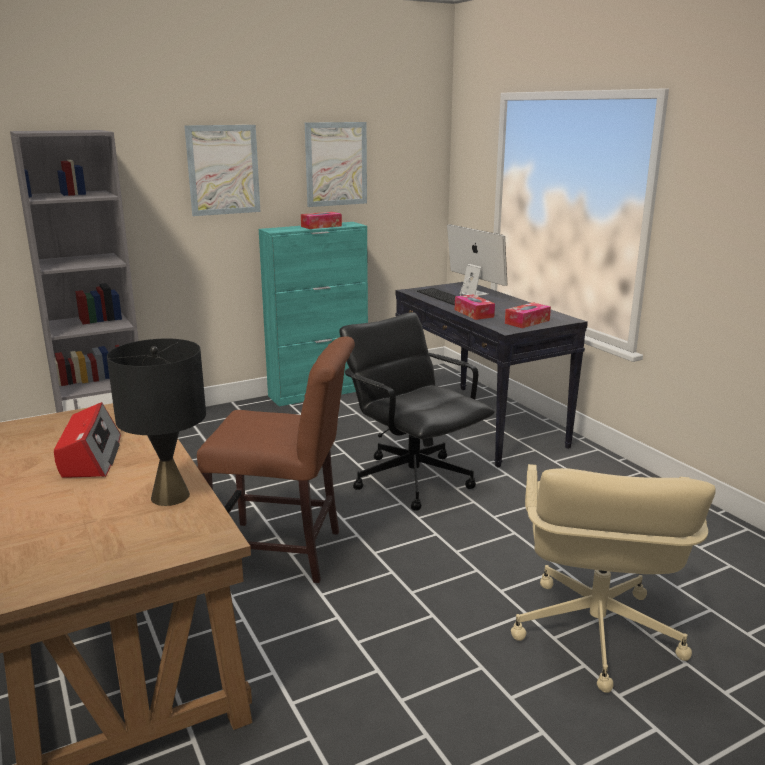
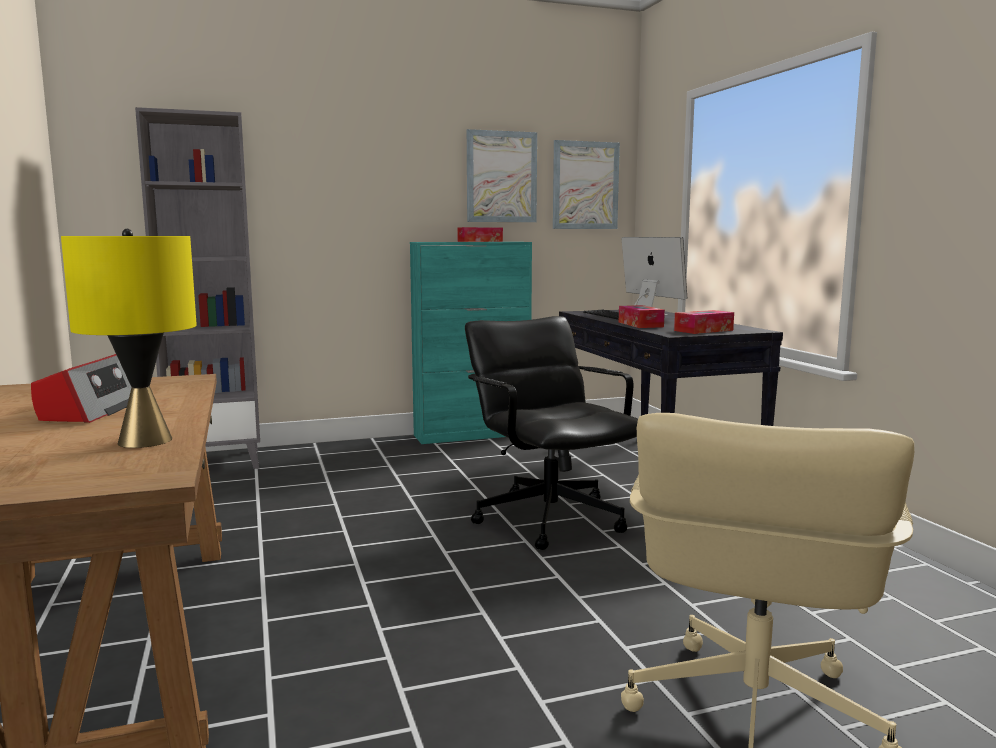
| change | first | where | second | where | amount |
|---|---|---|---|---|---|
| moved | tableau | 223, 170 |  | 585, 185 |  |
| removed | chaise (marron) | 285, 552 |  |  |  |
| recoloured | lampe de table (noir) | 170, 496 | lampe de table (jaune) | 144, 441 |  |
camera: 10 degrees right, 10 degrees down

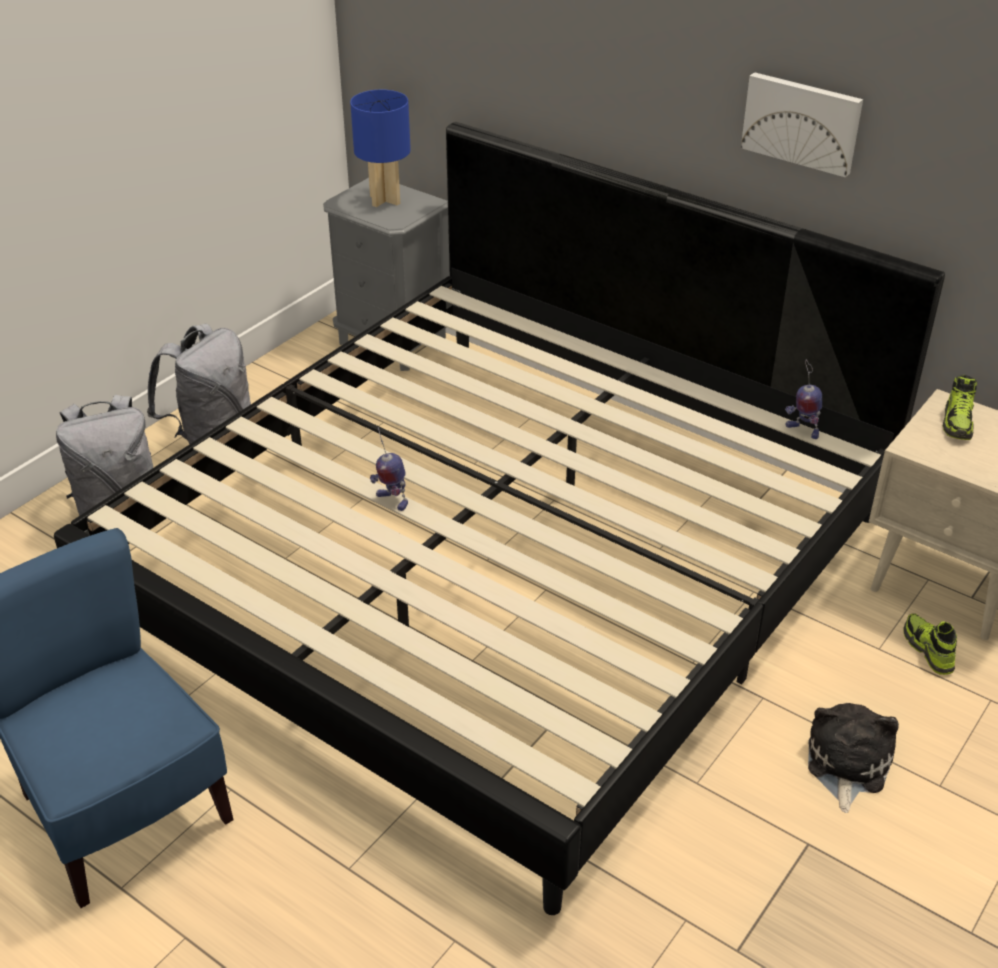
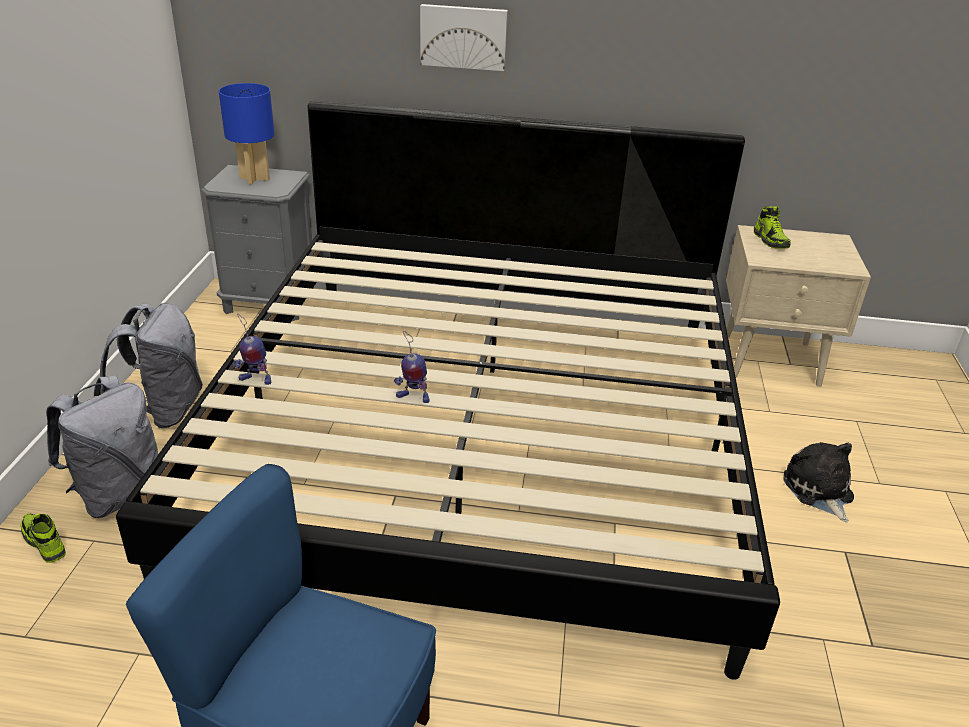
| change | first | where | second | where | amount |
|---|---|---|---|---|---|
| moved | tableau | 802, 122 |  | 464, 37 |  |
| moved | robot jouet | 802, 430 |  | 255, 380 |  |
| moved | chaussure | 927, 650 |  | 44, 543 |  |
camera: 30 degrees left, 5 degrees down

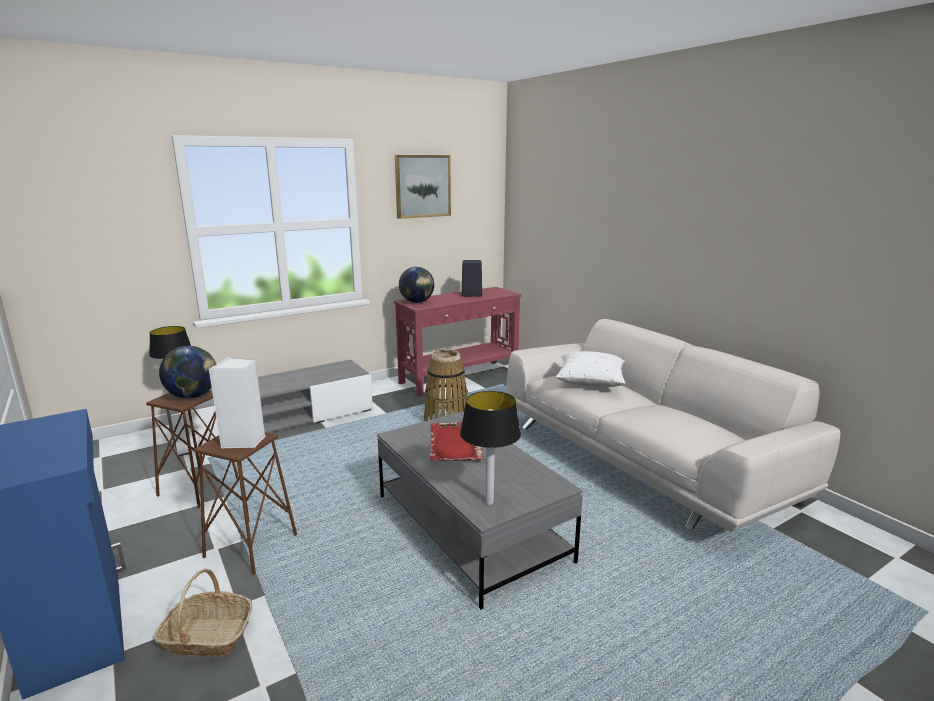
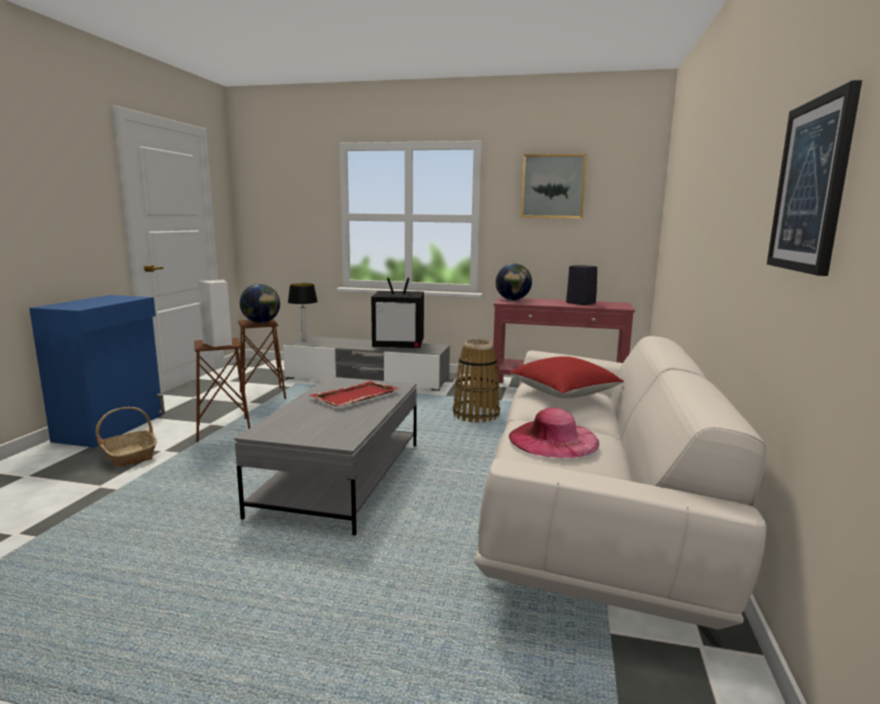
| change | first | where | second | where | amount |
|---|---|---|---|---|---|
| recoloured | coussin (blanc) | 590, 382 | coussin (rouge) | 564, 393 |  |
| removed | lampe de table | 489, 502 |  |  |  |
| added |  |  | tableau | 811, 186 |  |
| added |  |  | téléviseur | 399, 346 |  |
| added |  |  | chapeau (rose) | 553, 439 |  |
camera: 45 degrees right, 5 degrees down

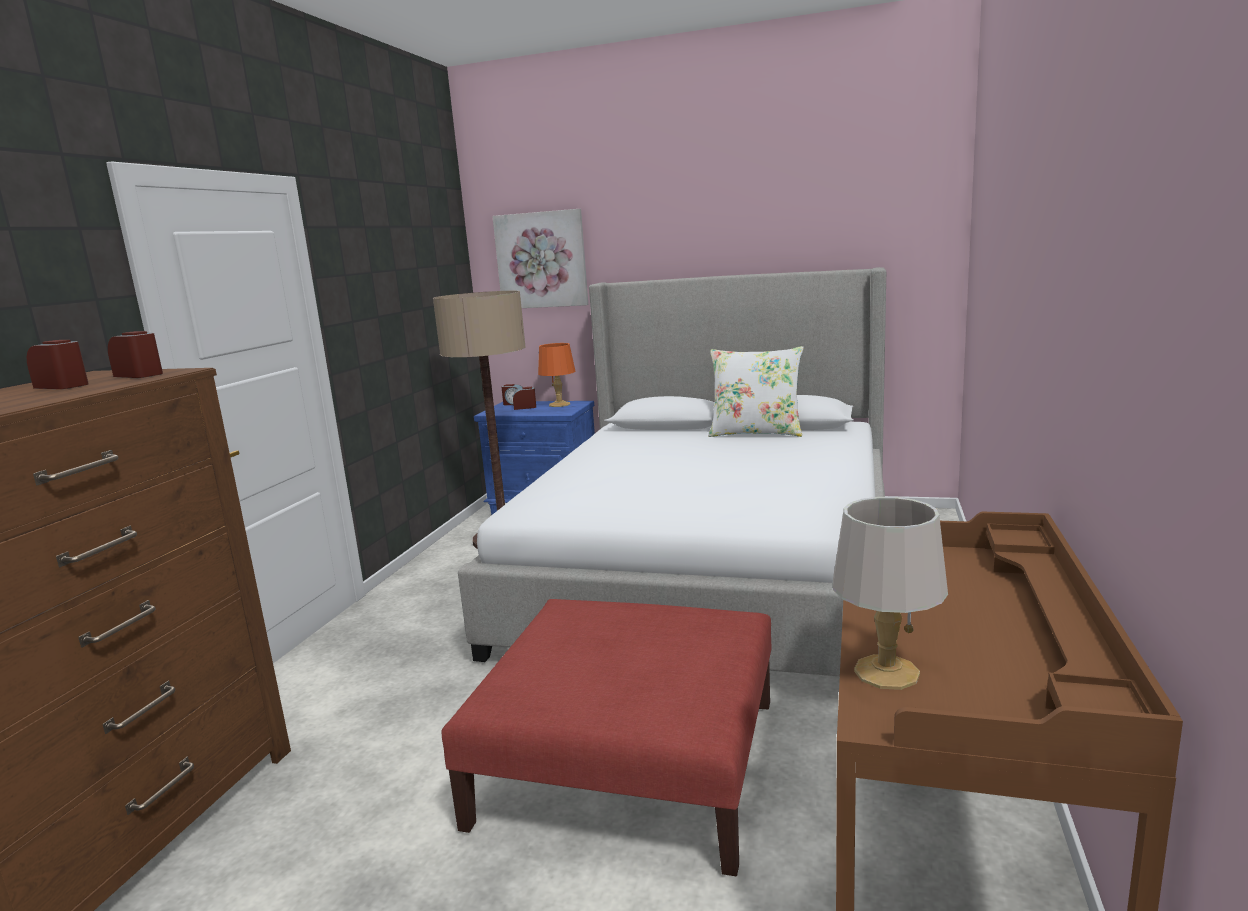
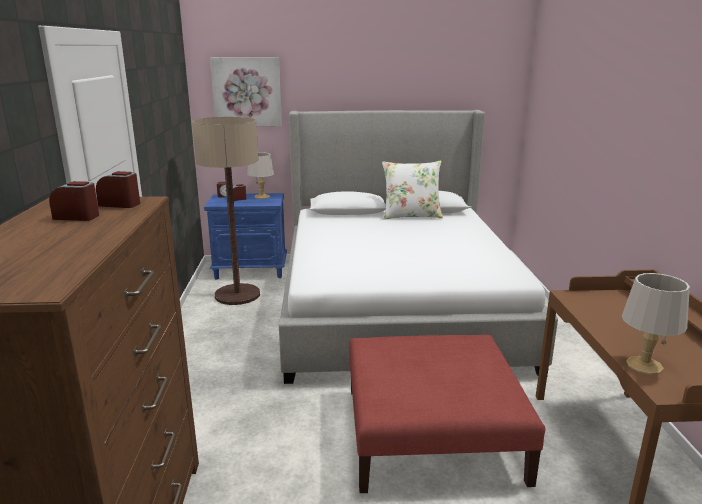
| change | first | where | second | where | amount |
|---|---|---|---|---|---|
| recoloured | lampe de table (orange) | 559, 404 | lampe de table (gris) | 262, 196 |  |
camera: 20 degrees left, 5 degrees up

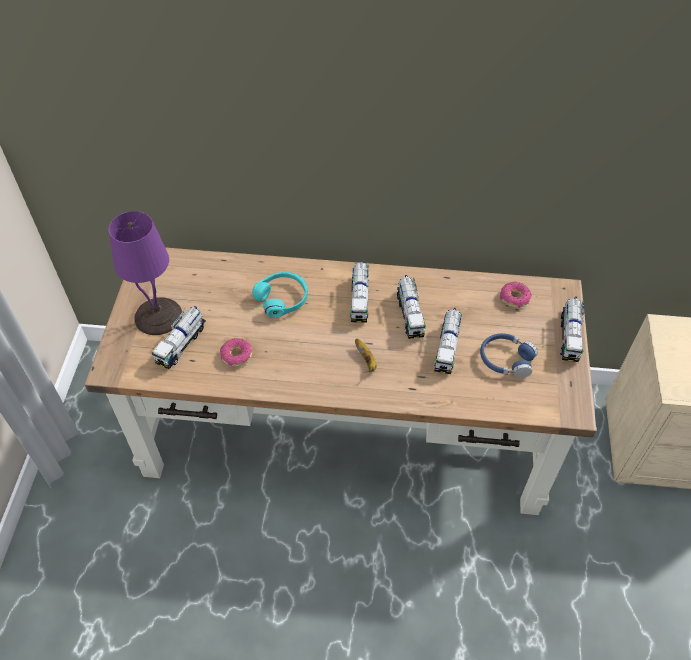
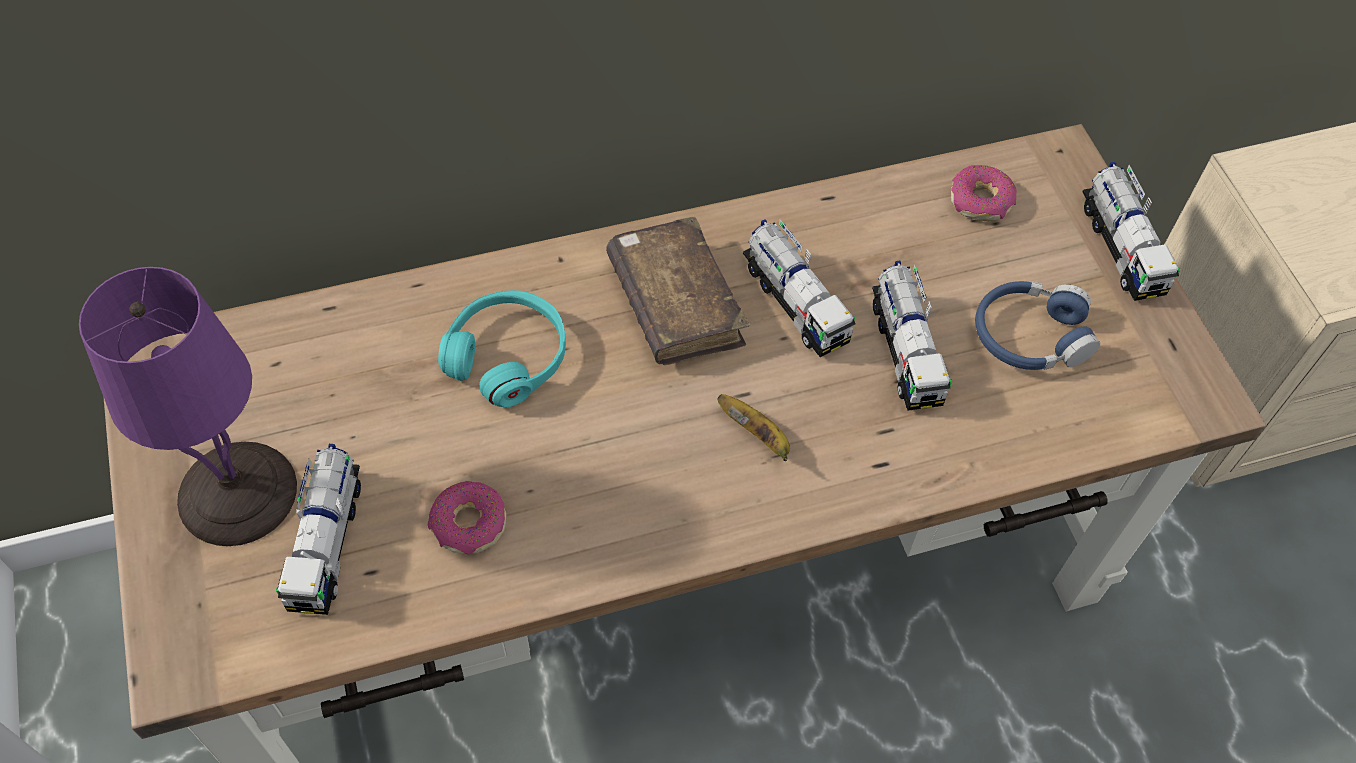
| change | first | where | second | where | amount |
|---|---|---|---|---|---|
| replaced | camion jouet | 359, 299 | livre (marron) | 675, 303 |  |
camera: 25 degrees left, 5 degrees up

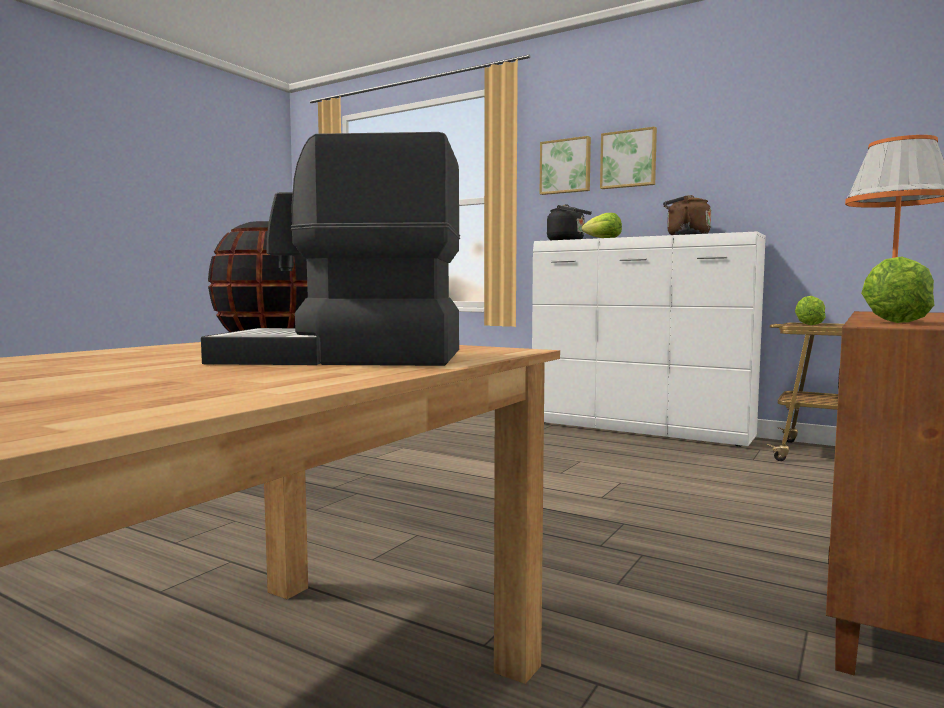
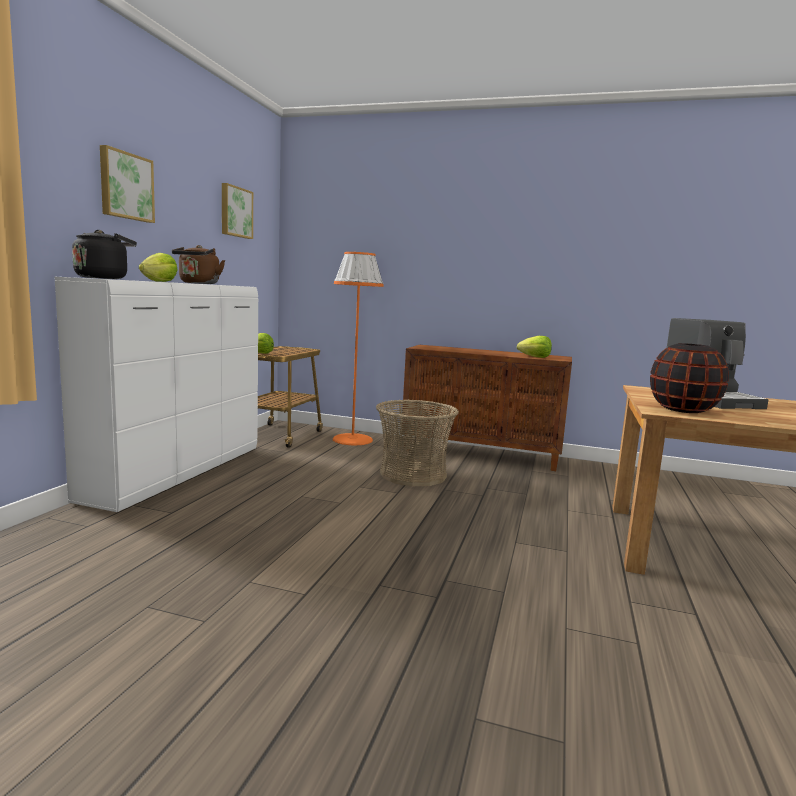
| change | first | where | second | where | amount |
|---|---|---|---|---|---|
| moved | tableau | 565, 166 |  | 235, 212 |  |
| added |  |  | panier | 413, 475 |  |
camera: 105 degrees left, 5 degrees up

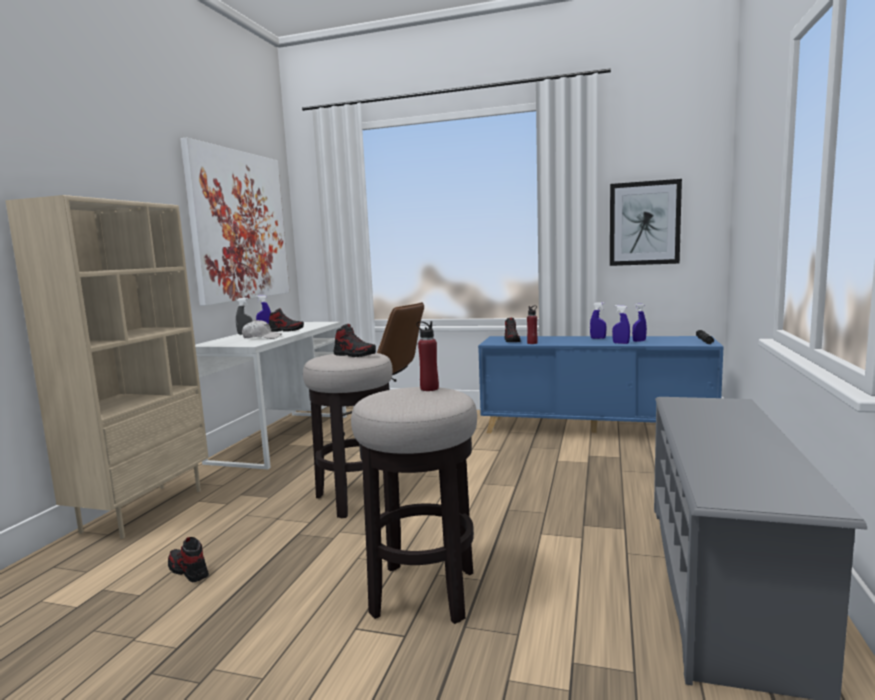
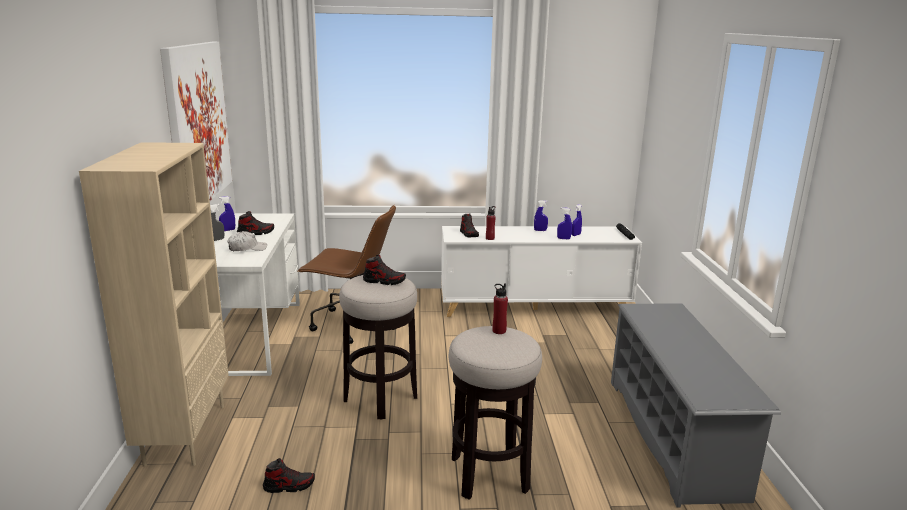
| change | first | where | second | where | amount |
|---|---|---|---|---|---|
| removed | tableau | 644, 223 |  |  |  |
| recoloured | meuble de rangement (bleu) | 594, 430 | meuble de rangement (blanc) | 534, 307 |  |
| turned | chaussure | 188, 571 |  | 289, 486 | 150 degrees clockwise |
camera: 20 degrees left, 10 degrees up

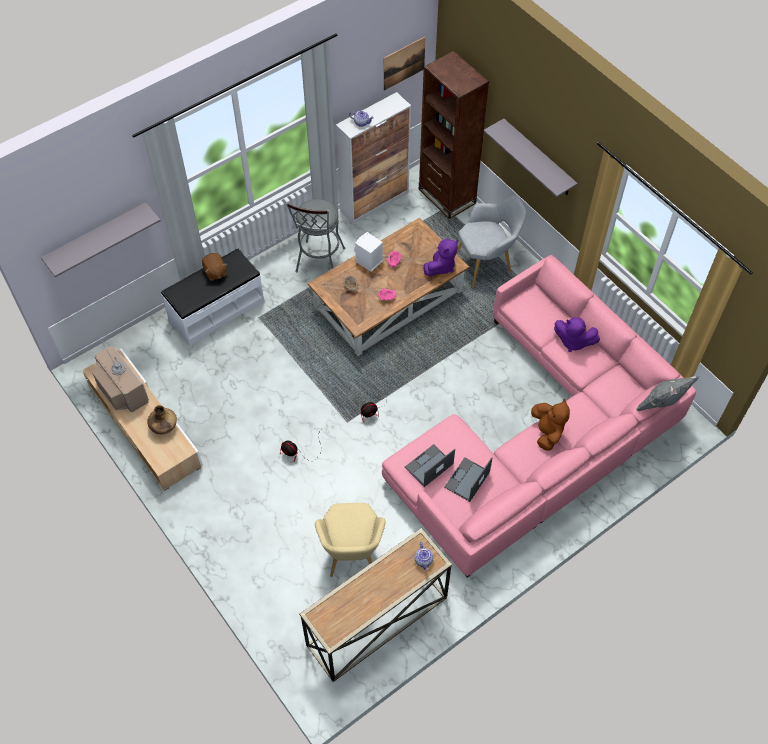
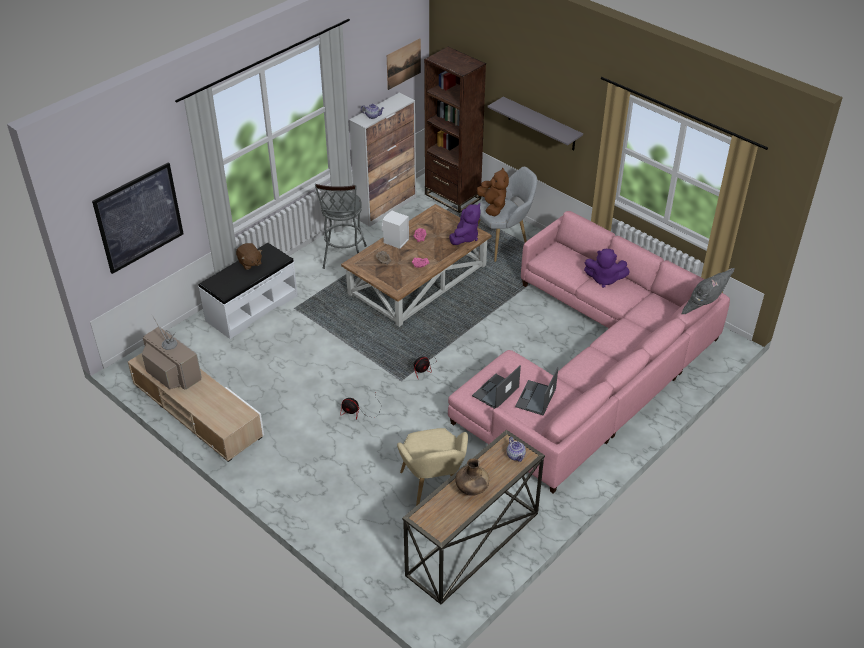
| change | first | where | second | where | amount |
|---|---|---|---|---|---|
| replaced | étagère (gris) | 97, 237 | tableau | 139, 217 |  |
| moved | peluche (marron) | 547, 432 |  | 493, 206 |  |
| moved | vase (marron) | 164, 427 |  | 471, 489 |  |
camera: 10 degrees left, 15 degrees down

